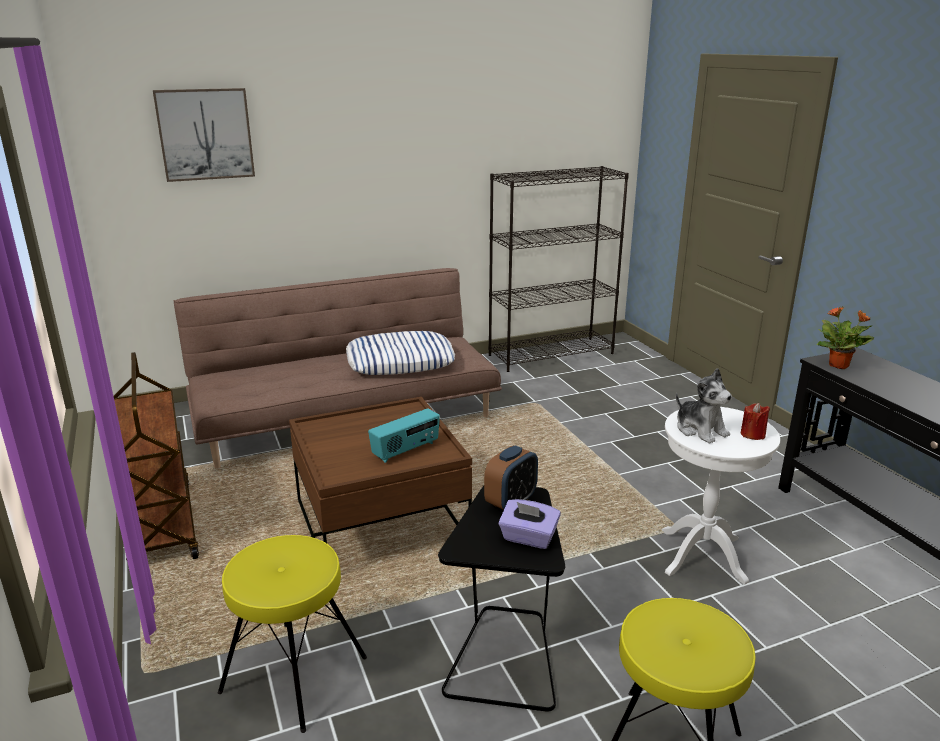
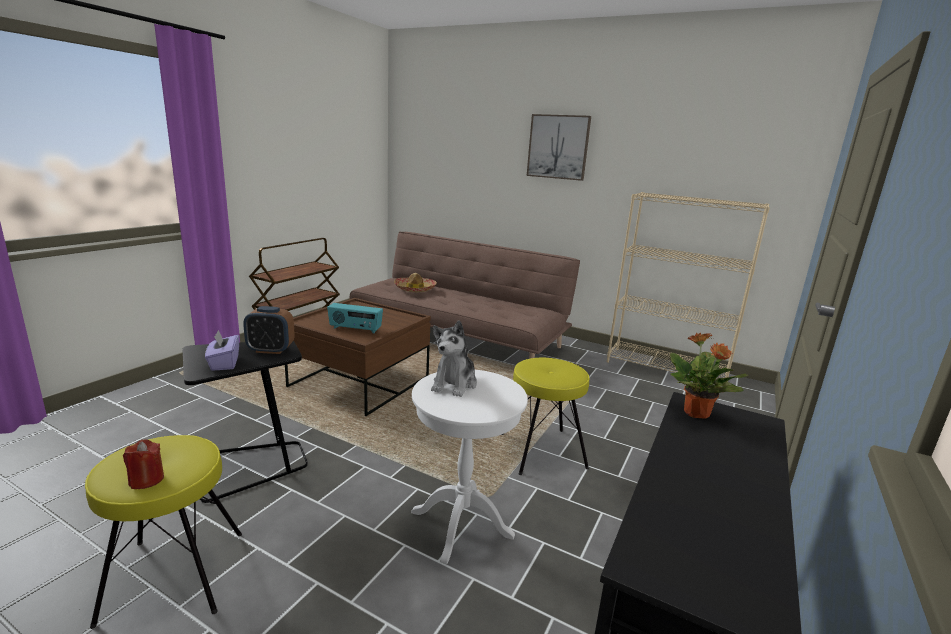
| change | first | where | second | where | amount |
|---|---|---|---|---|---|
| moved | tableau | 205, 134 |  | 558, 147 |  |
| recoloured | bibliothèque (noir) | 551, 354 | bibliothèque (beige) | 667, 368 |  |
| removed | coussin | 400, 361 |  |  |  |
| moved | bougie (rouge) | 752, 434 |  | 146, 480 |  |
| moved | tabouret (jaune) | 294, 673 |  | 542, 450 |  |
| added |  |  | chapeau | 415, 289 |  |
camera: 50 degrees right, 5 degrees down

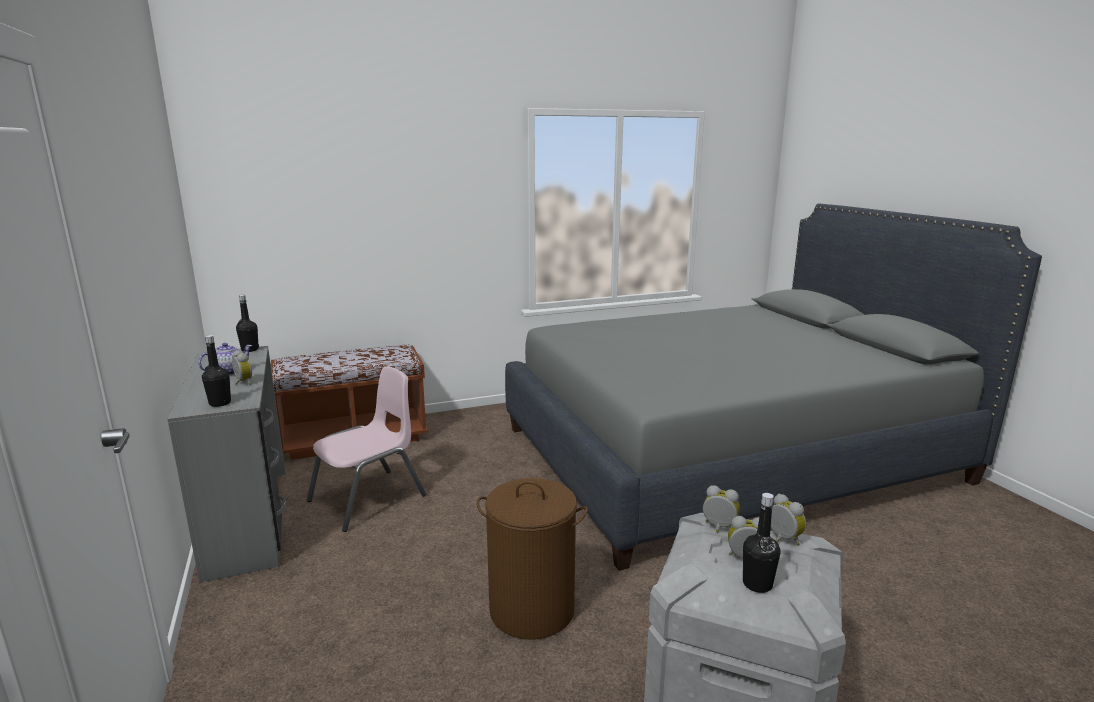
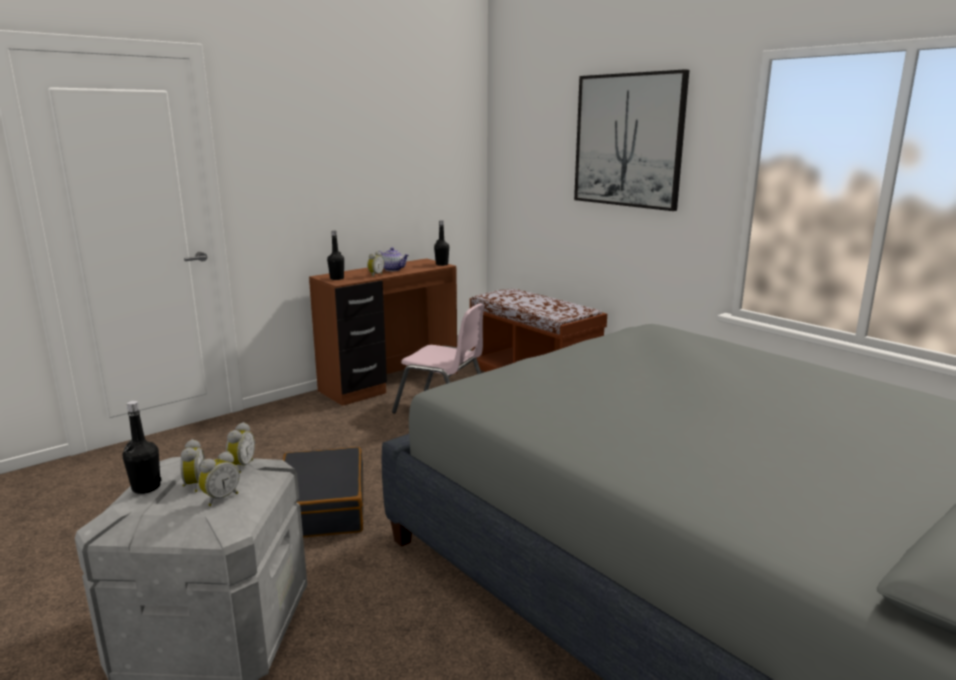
| change | first | where | second | where | amount |
|---|---|---|---|---|---|
| recoloured | bureau (gris) | 250, 520 | bureau (marron) | 391, 382 |  |
| replaced | panier à linge (marron) | 532, 610 | valise (noir) | 322, 507 |  |
| added |  |  | tableau | 628, 140 |  |
camera: 70 degrees right, 0 degrees up

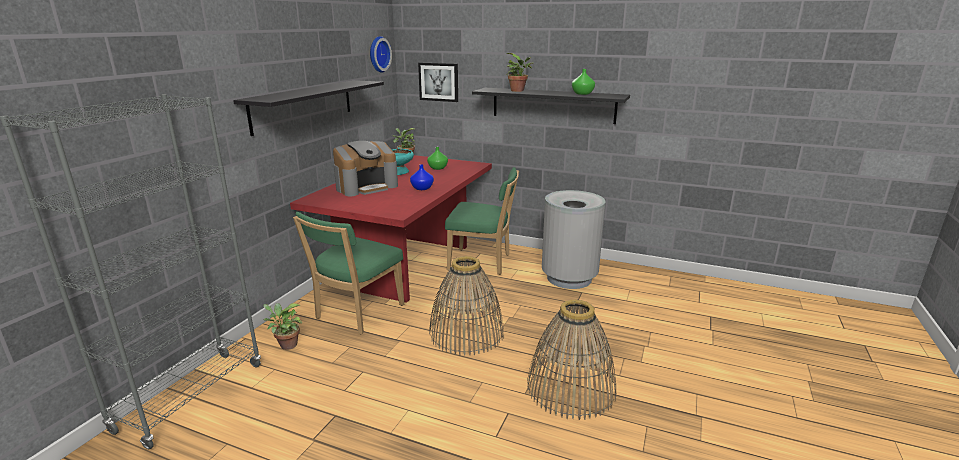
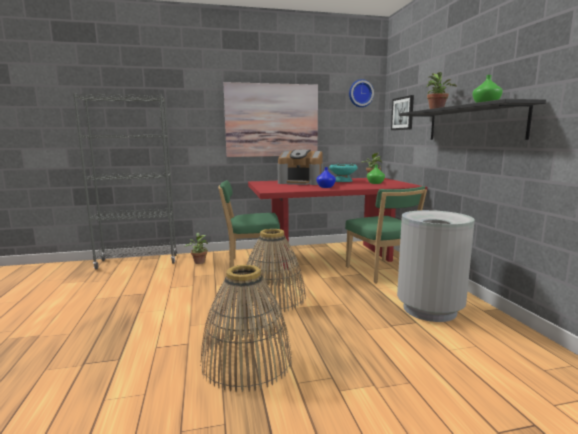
| change | first | where | second | where | amount |
|---|---|---|---|---|---|
| replaced | étagère (noir) | 303, 105 | tableau | 272, 120 |  |
camera: 55 degrees right, 10 degrees down

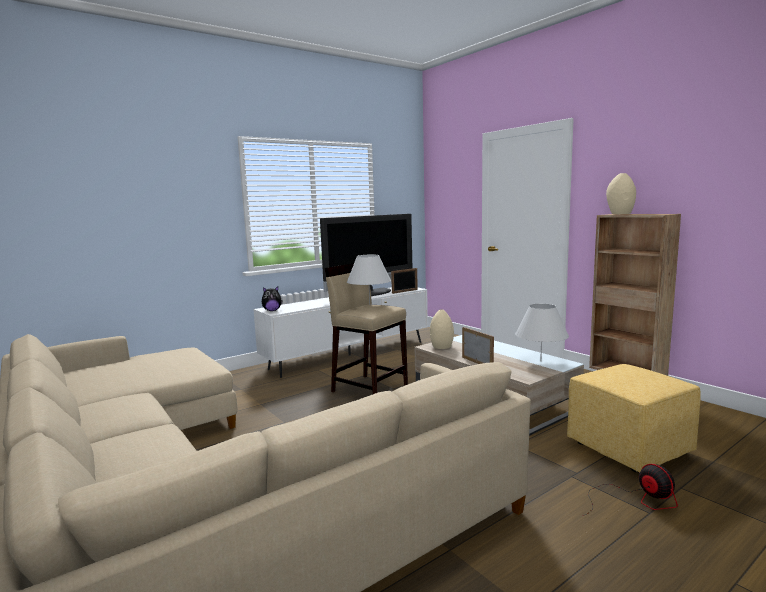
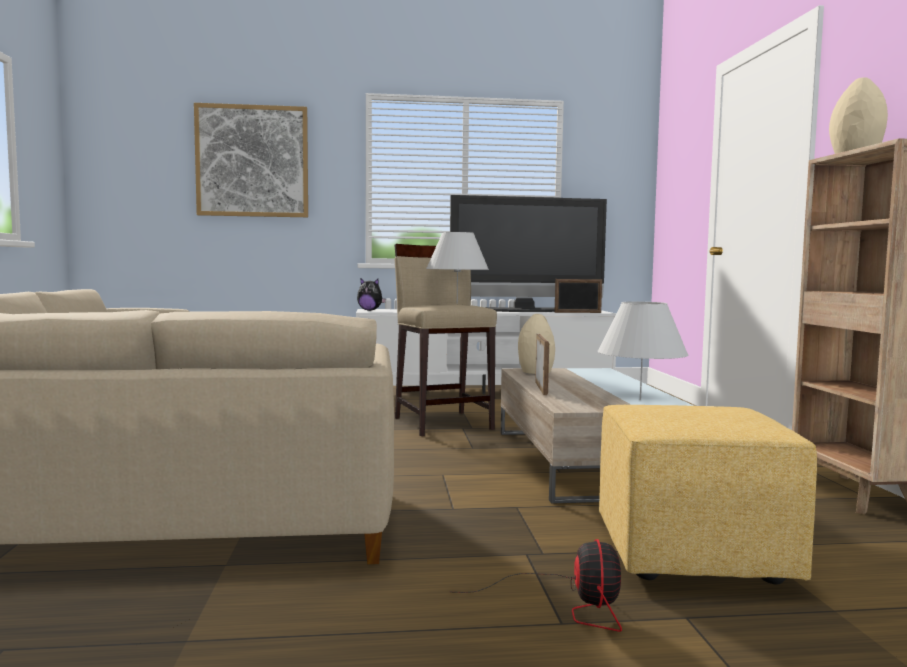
| change | first | where | second | where | amount |
|---|---|---|---|---|---|
| added |  |  | tableau | 252, 161 |  |
camera: 30 degrees right, 5 degrees down

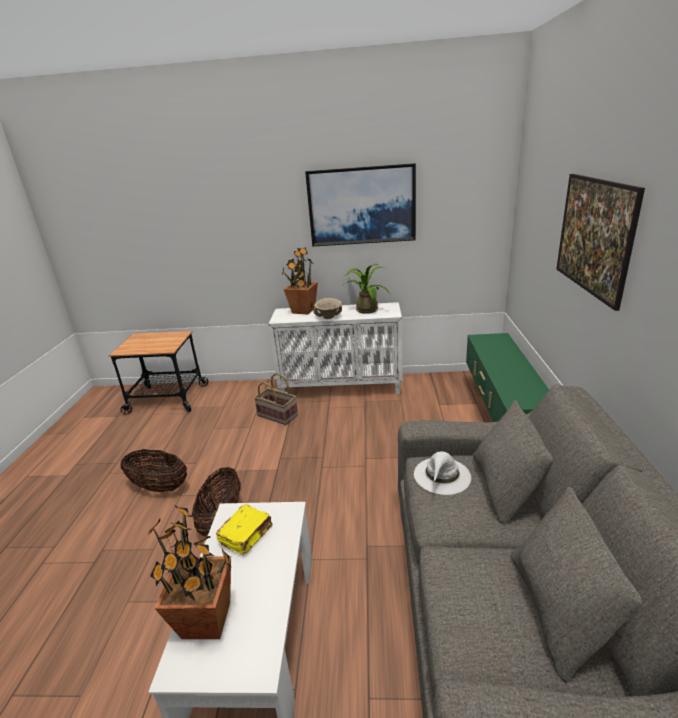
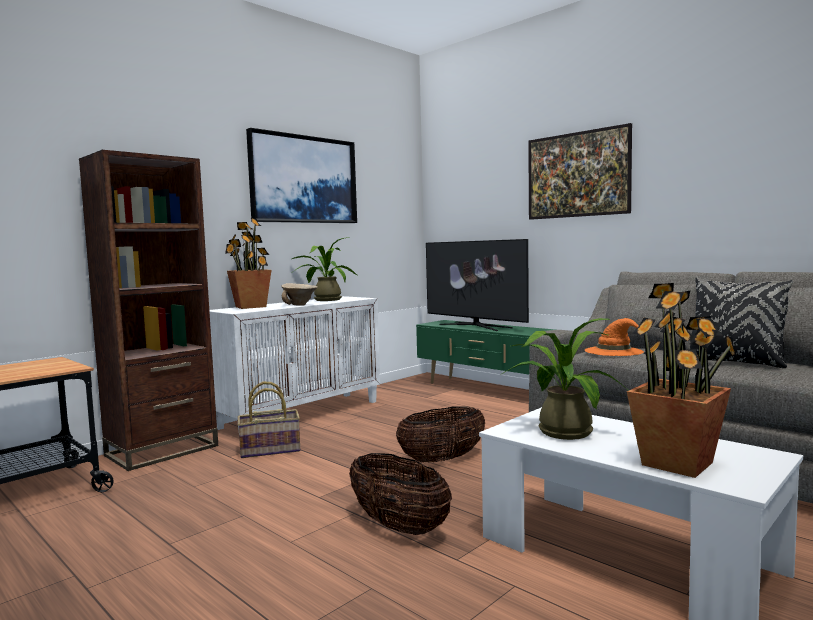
| change | first | where | second | where | amount |
|---|---|---|---|---|---|
| moved | panier | 159, 487 |  | 442, 459 |  |
| recoloured | chapeau (blanc) | 442, 476 | chapeau (orange) | 614, 351 |  |
| replaced | livre (jaune) | 247, 535 | plante en pot | 561, 430 |  |
| added |  |  | bibliothèque (marron) | 162, 450 |  |
| added |  |  | téléviseur | 474, 326 |  |
| added |  |  | coussin (noir) | 735, 363 |  |
camera: 50 degrees left, 20 degrees down

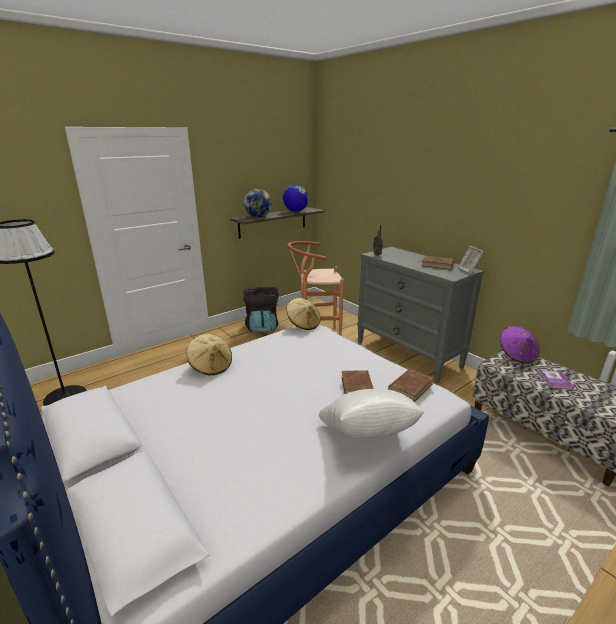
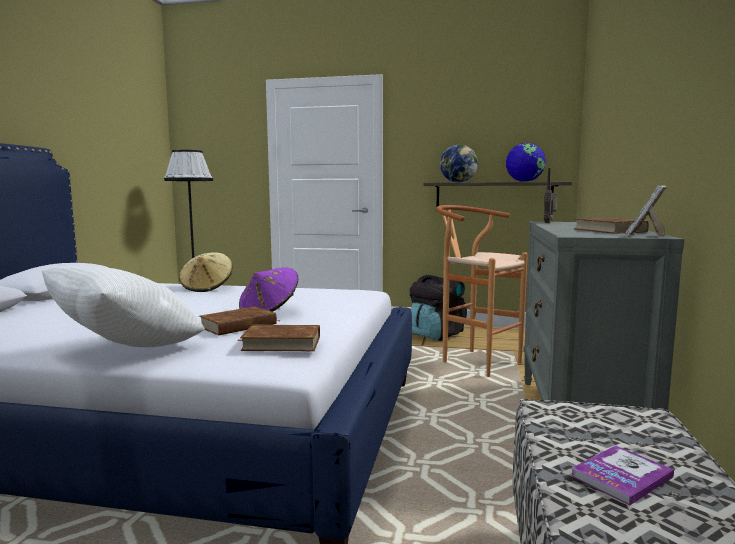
| change | first | where | second | where | amount |
|---|---|---|---|---|---|
| removed | chapeau (beige) | 303, 324 |  |  |  |
| moved | chapeau (violet) | 517, 355 |  | 269, 311 |  |
camera: 50 degrees right, 15 degrees down

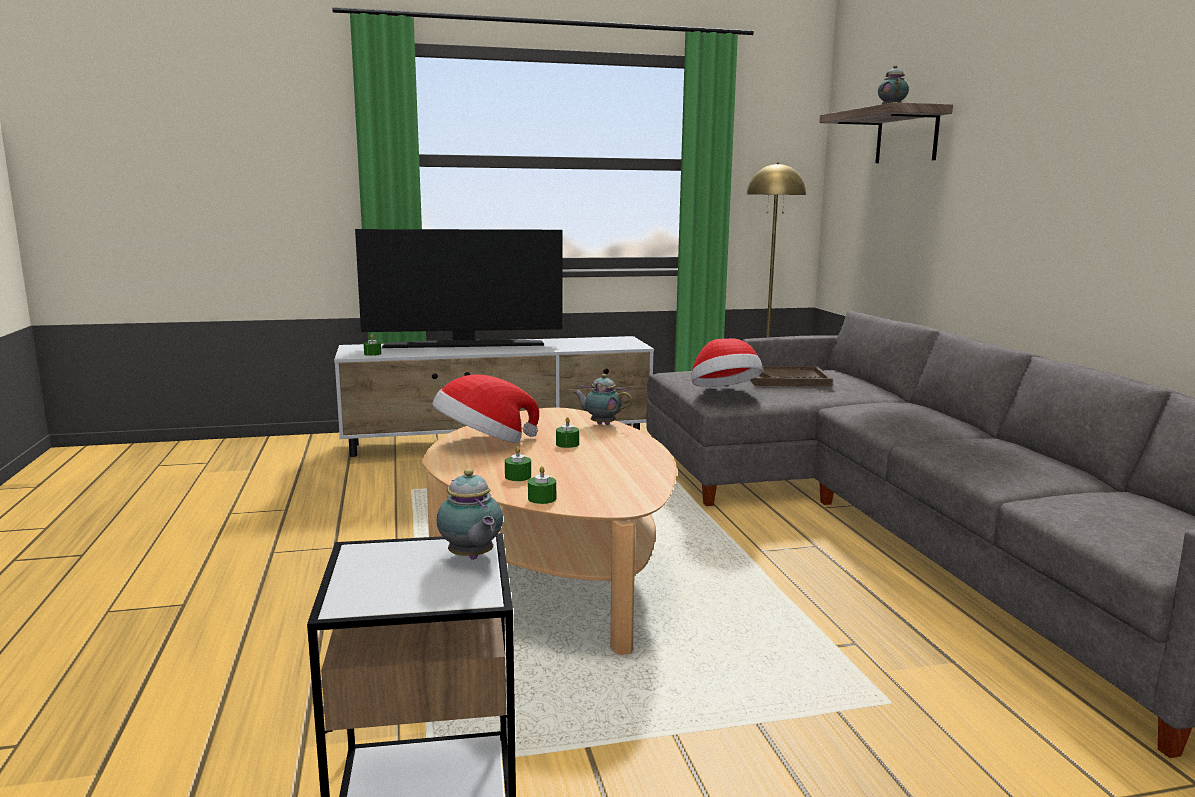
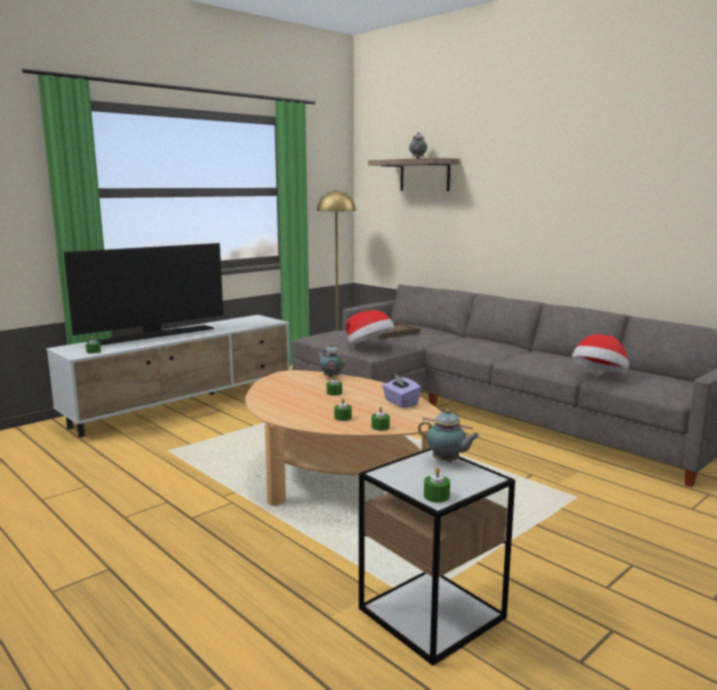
| change | first | where | second | where | amount |
|---|---|---|---|---|---|
| moved | chapeau | 483, 443 |  | 599, 376 |  |
| turned | théière | 601, 424 |  | 331, 377 | 60 degrees clockwise |
| added |  |  | boîte à mouchoirs (violet) | 400, 402 |  |
| added |  |  | bougie (vert) | 436, 496 |  |
camera: 30 degrees left, 0 degrees up

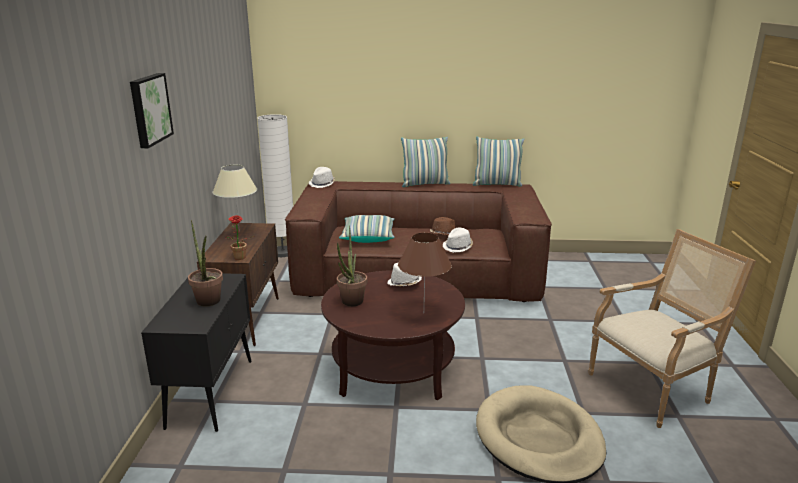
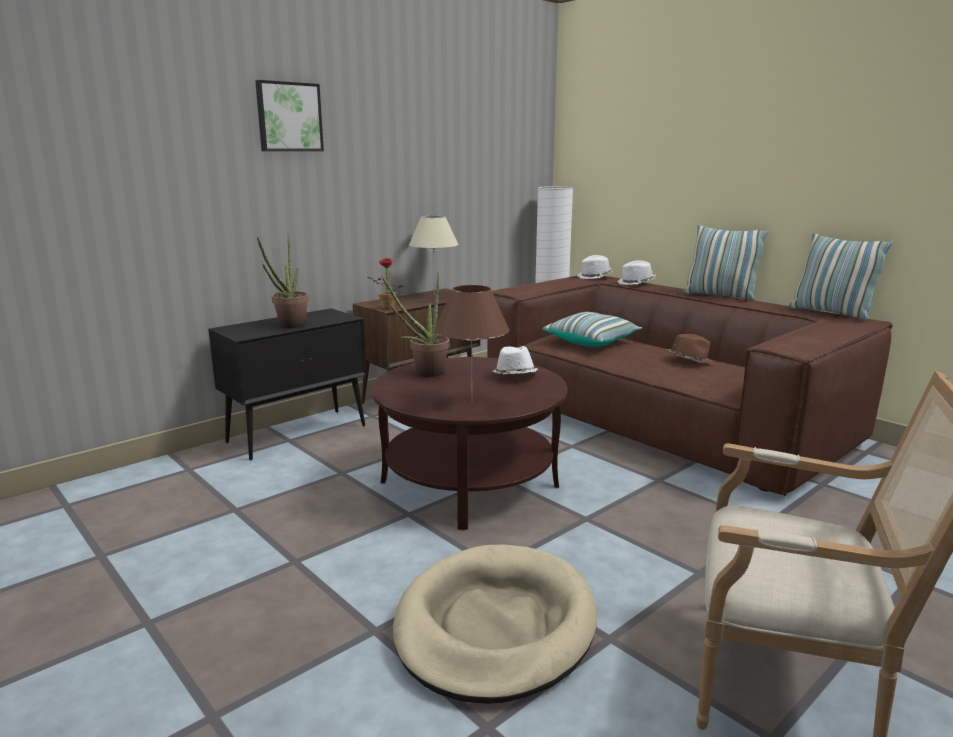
| change | first | where | second | where | amount |
|---|---|---|---|---|---|
| moved | chapeau (blanc) | 458, 247 |  | 636, 283 |  |
camera: 45 degrees right, 5 degrees down

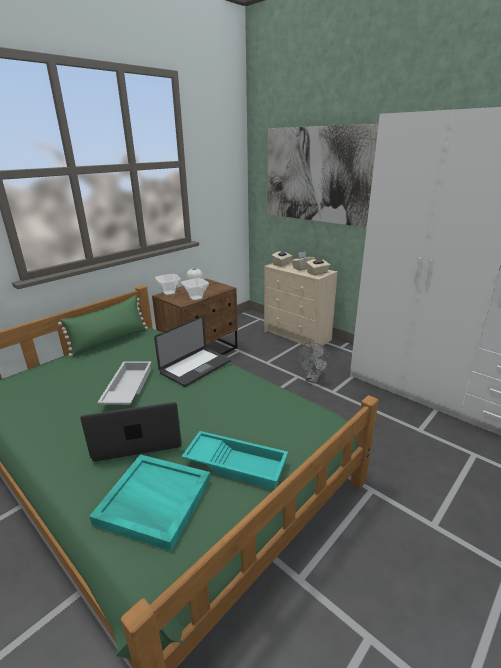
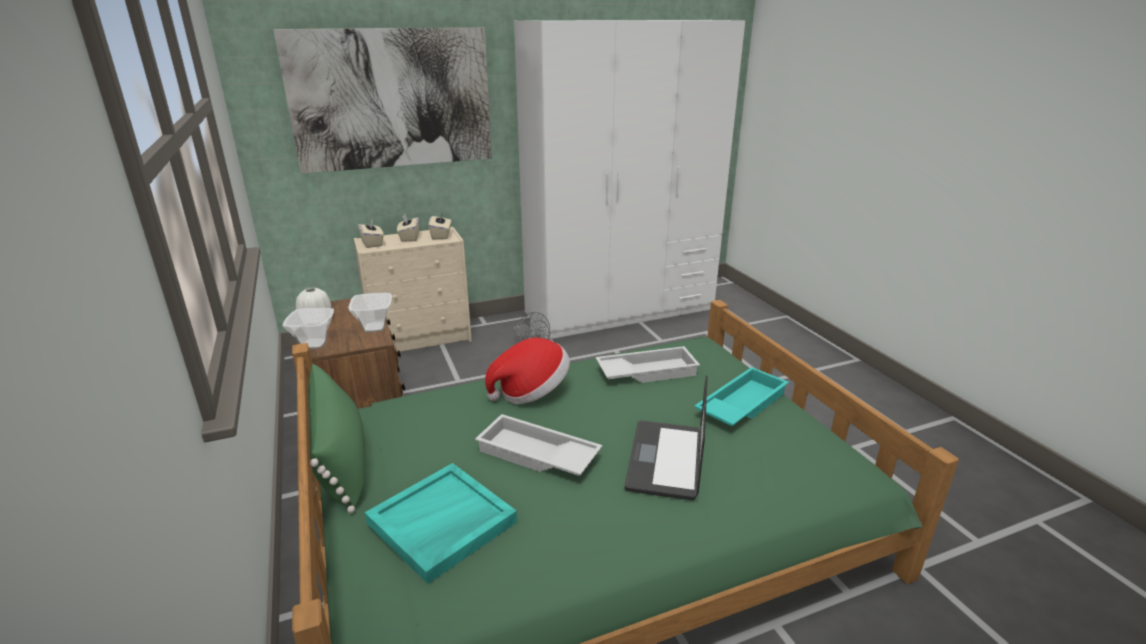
| change | first | where | second | where | amount |
|---|---|---|---|---|---|
| replaced | ordinateur portable | 196, 367 | chapeau | 531, 391 |  |
| moved | plateau (turquoise) | 153, 501 |  | 441, 524 |  |
| added |  |  | plateau (blanc) | 647, 371 |  |
camera: 65 degrees left, 0 degrees up

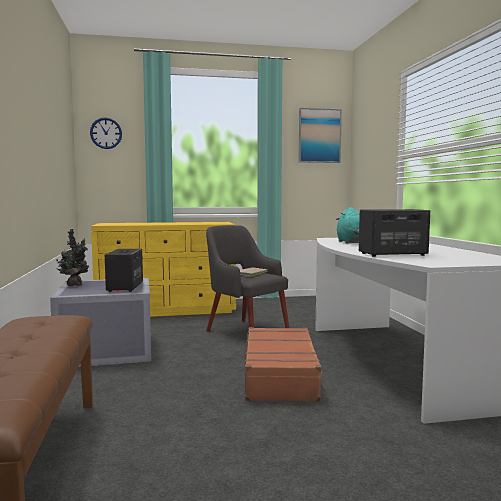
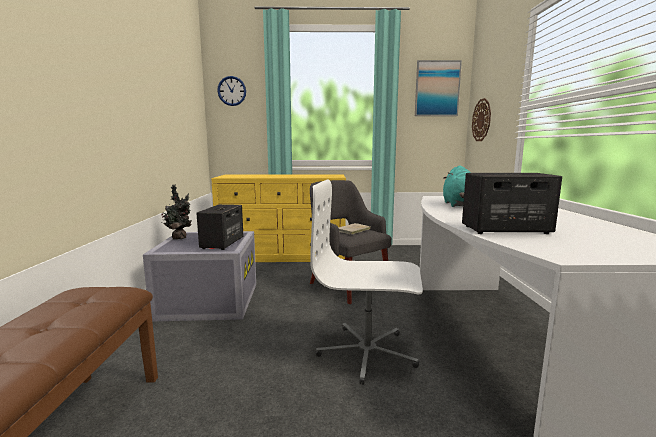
| change | first | where | second | where | amount |
|---|---|---|---|---|---|
| replaced | valise (marron) | 281, 376 | chaise de bureau (blanc) | 367, 353 |  |
| added |  |  | horloge murale | 481, 120 |  |
camera: 10 degrees right, 5 degrees up

